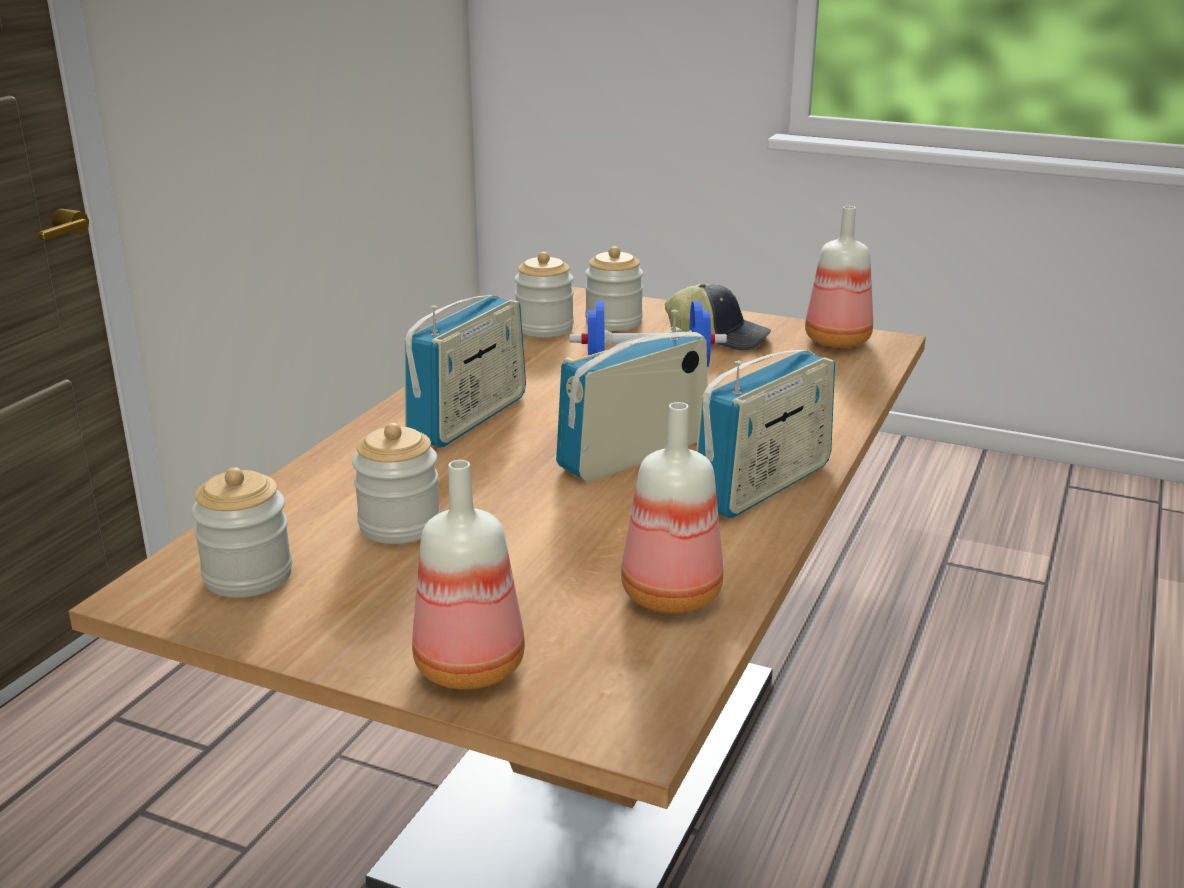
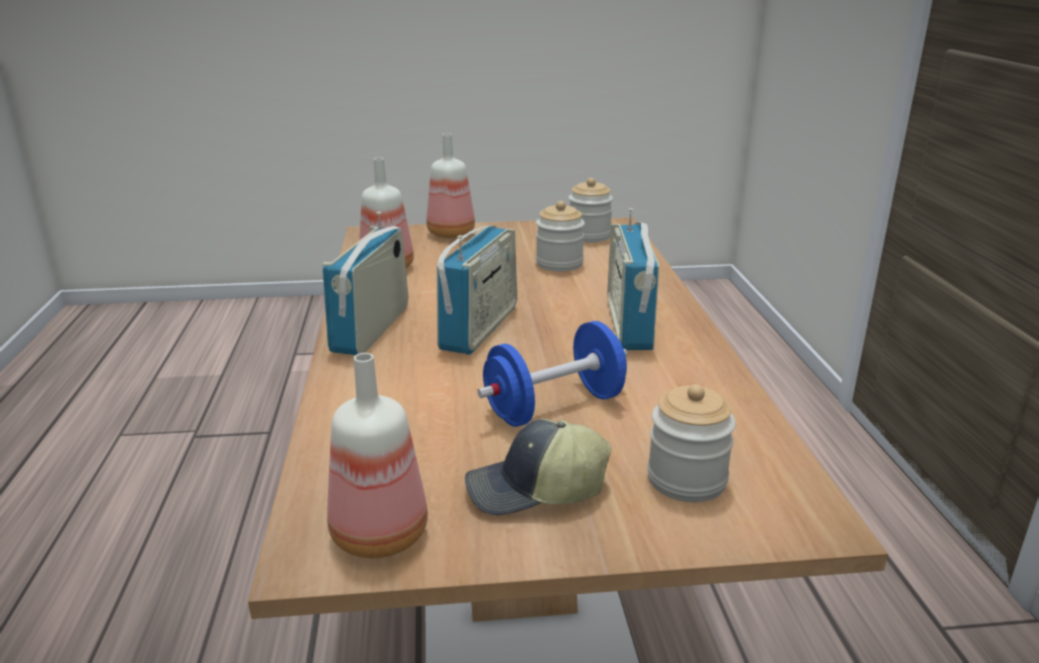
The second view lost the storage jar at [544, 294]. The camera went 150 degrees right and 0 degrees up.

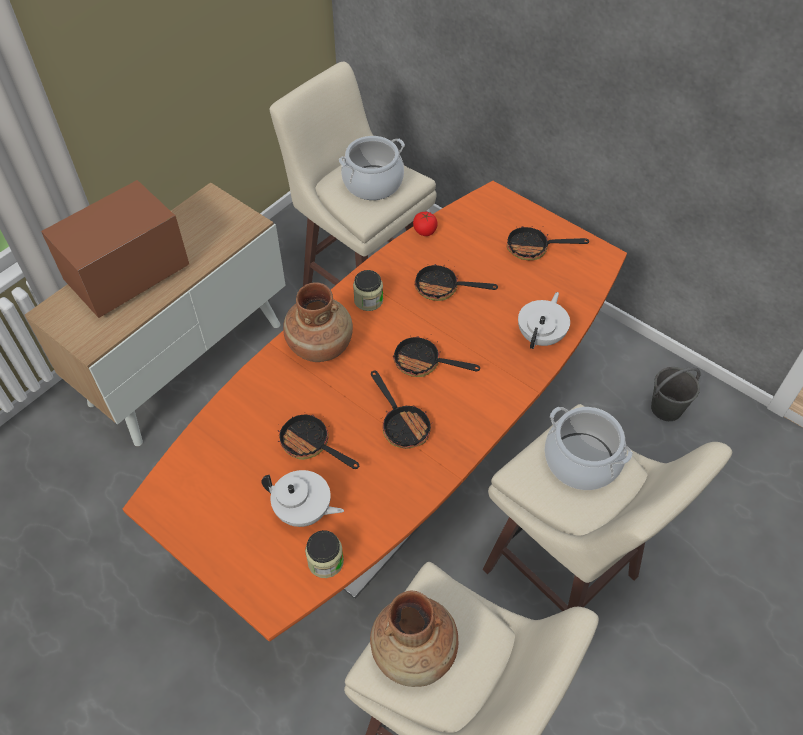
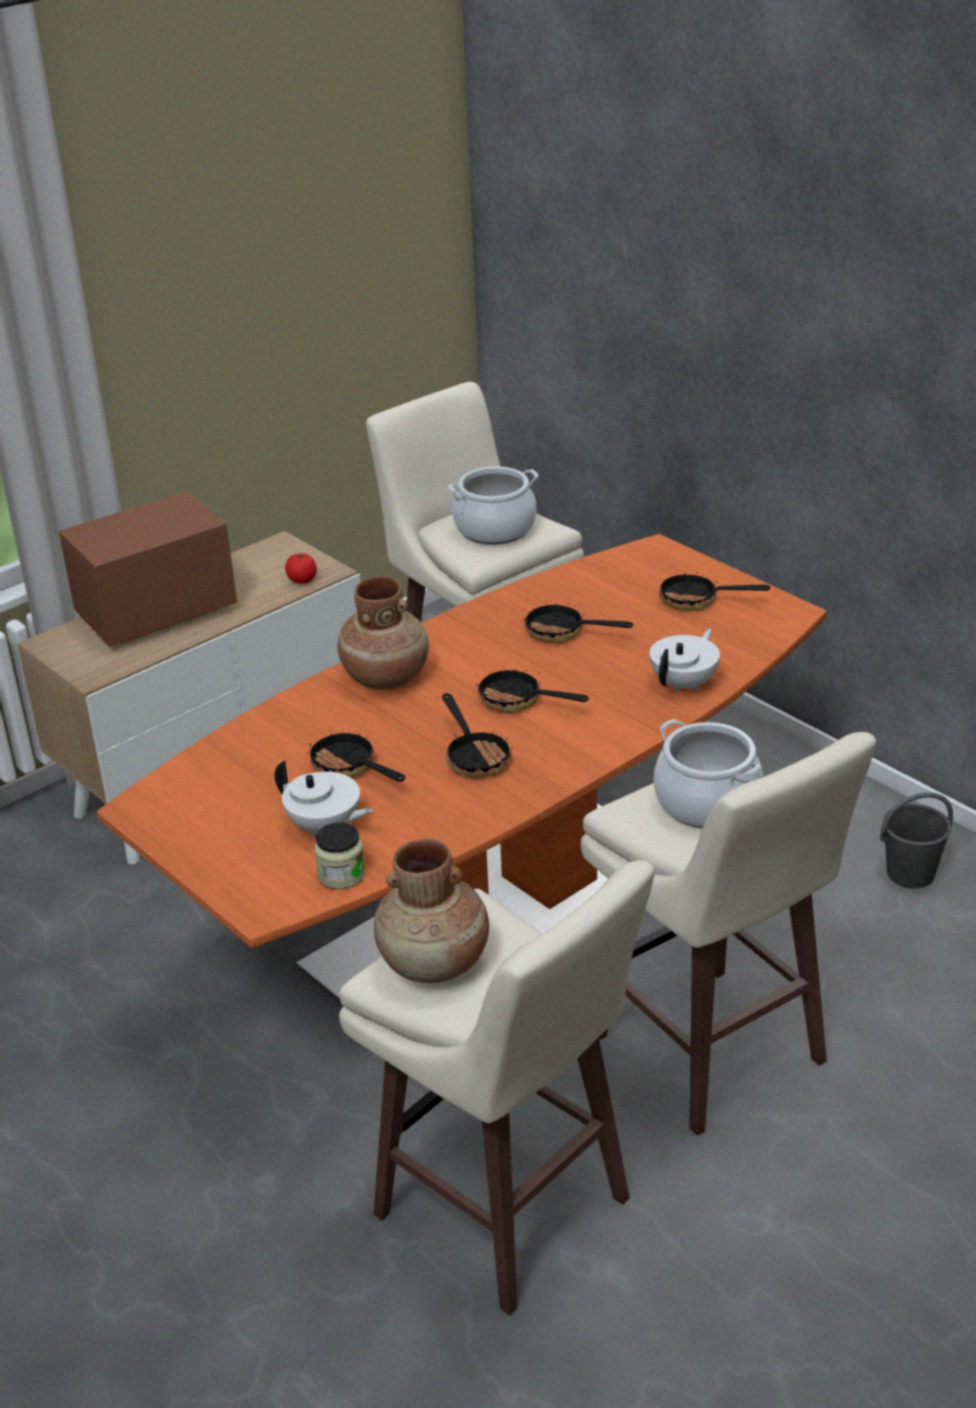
The second view lost the storage jar at [368, 290]. The fresh tomato ended up elsewhere, having gone from [425, 224] to [301, 568]. The camera went 10 degrees right and 20 degrees down.

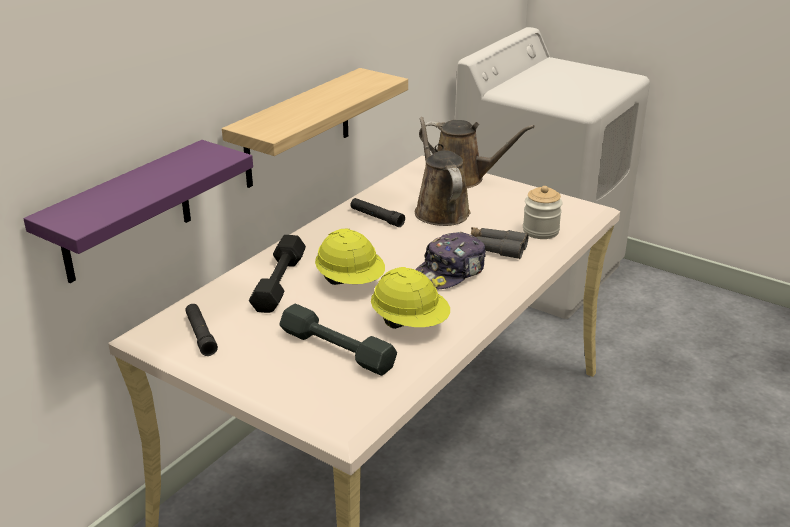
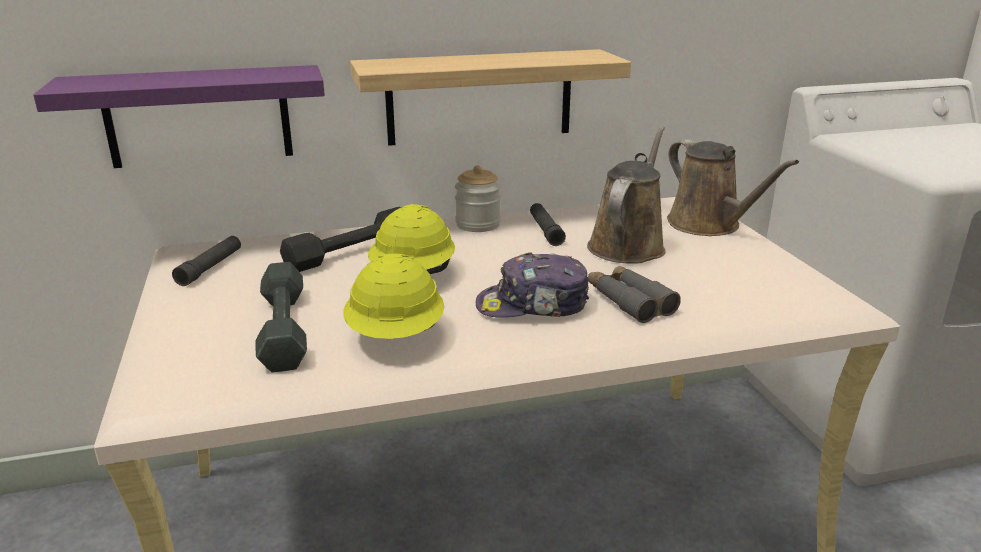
The storage jar ended up elsewhere, having gone from [543, 212] to [478, 198]. The camera went 40 degrees right and 5 degrees down.

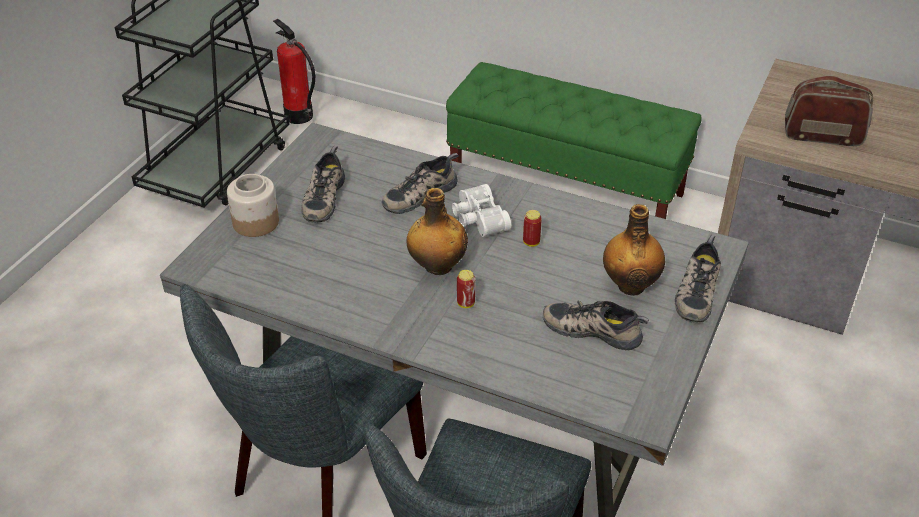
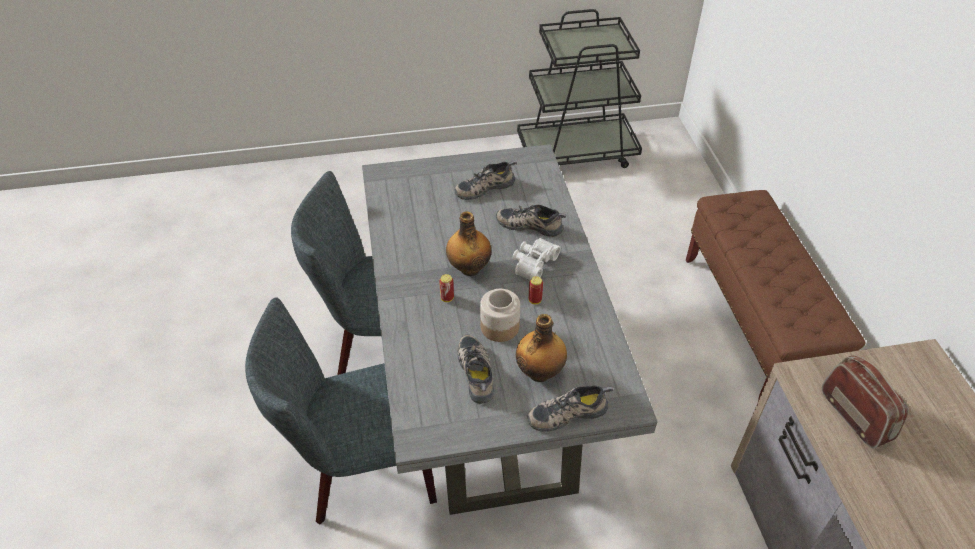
The second view lost the extinguisher at [294, 71]. The storage jar ended up elsewhere, having gone from [253, 205] to [500, 315]. What was the green-coloured long seat at [573, 140] turned into the brown long seat at [776, 295]. The camera went 55 degrees right and 5 degrees up.

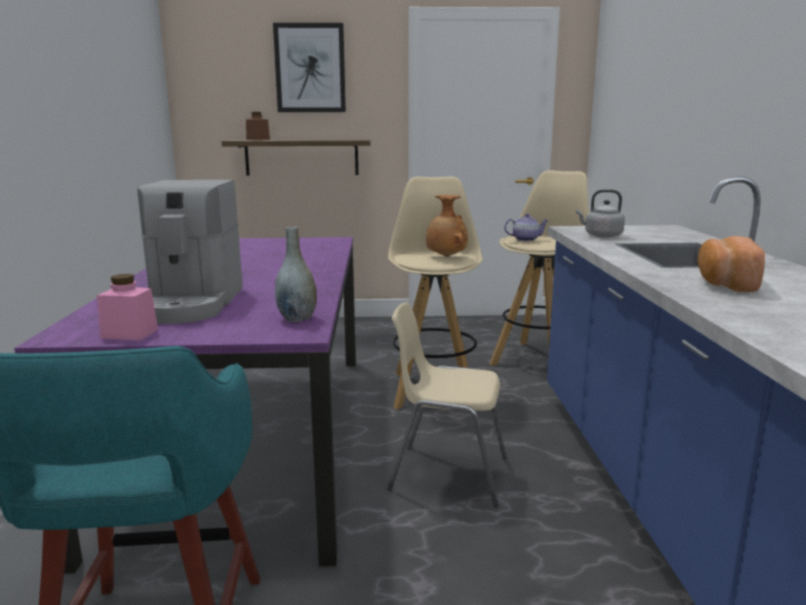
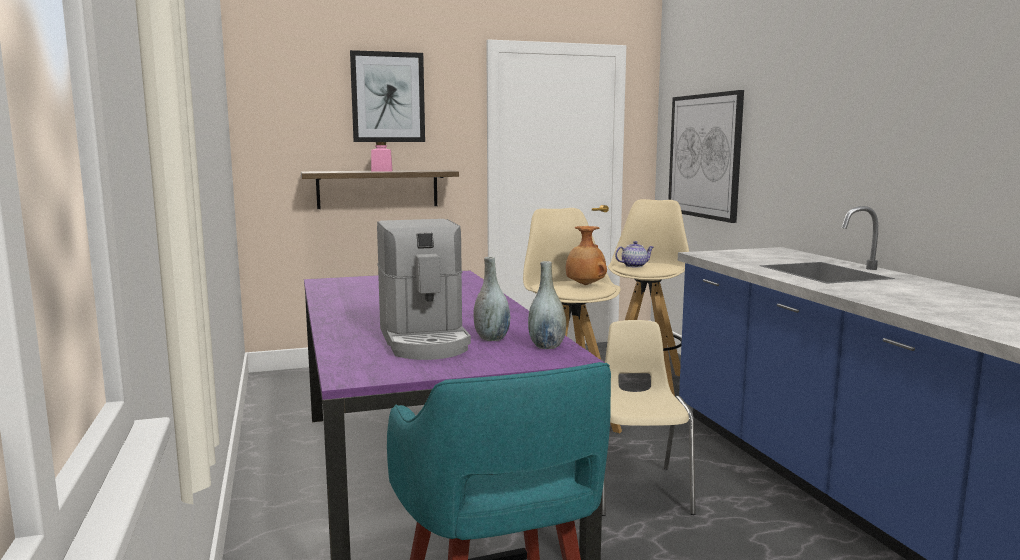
The second view lost the brown storage jar at [258, 126]. The second view lost the greyish water kettle at [600, 213]. The second view lost the bakery bread at [731, 264]. The second view gained the greyish flower vase at [492, 299]. The second view gained the wall art at [706, 156]. The pink storage jar ended up elsewhere, having gone from [127, 307] to [381, 157]. The beige chair at [447, 404] ended up facing another way, 90 degrees clockwise from before. The camera went 15 degrees left and 5 degrees down.

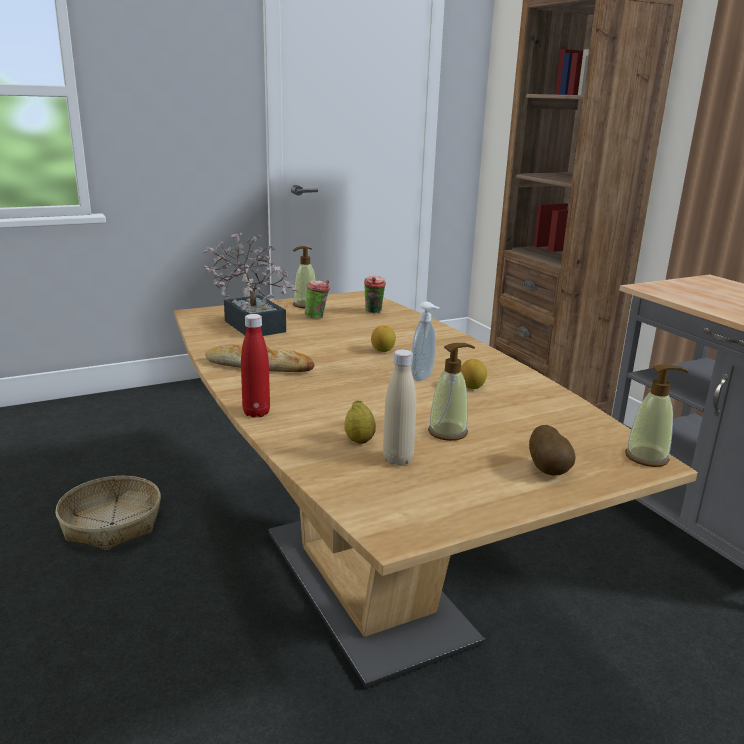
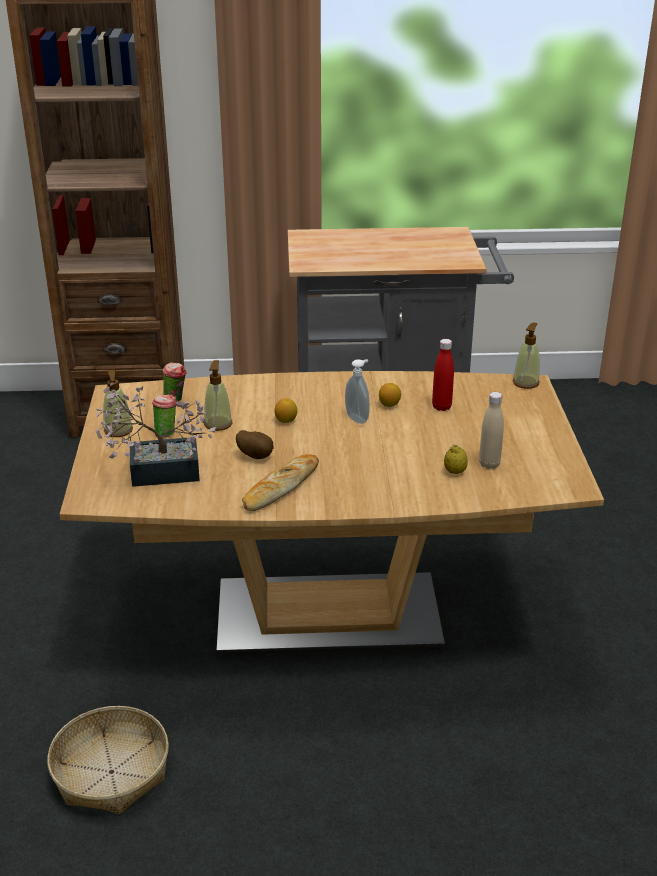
The red-coloured beverage bottle ended up elsewhere, having gone from [255, 366] to [443, 375]. The soap dispenser ended up elsewhere, having gone from [451, 392] to [218, 395]. The whole potato ended up elsewhere, having gone from [552, 450] to [254, 444]. The camera went 65 degrees left and 10 degrees up.

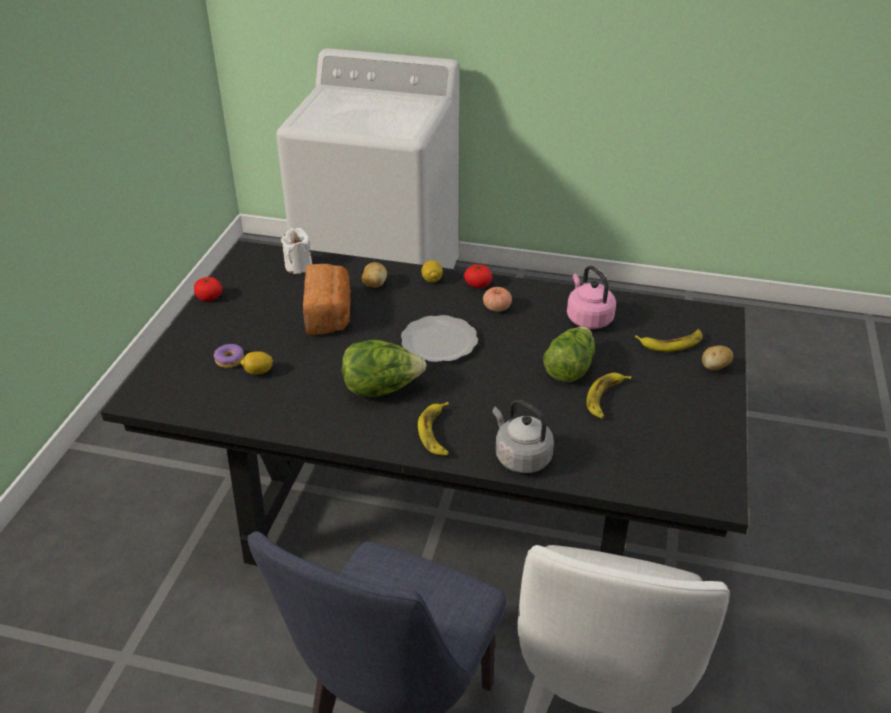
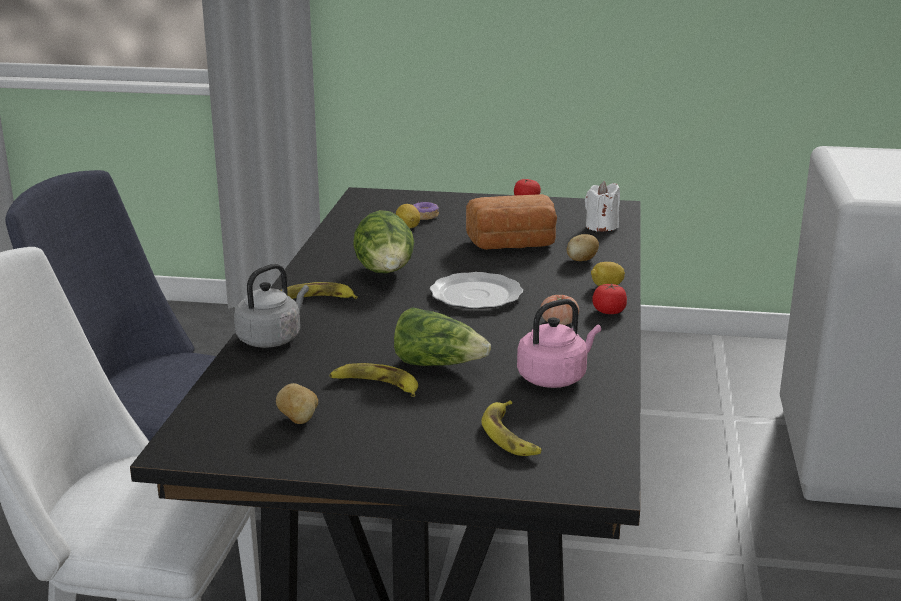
The whole potato ended up elsewhere, having gone from [717, 358] to [297, 403]. The camera went 85 degrees right and 15 degrees down.

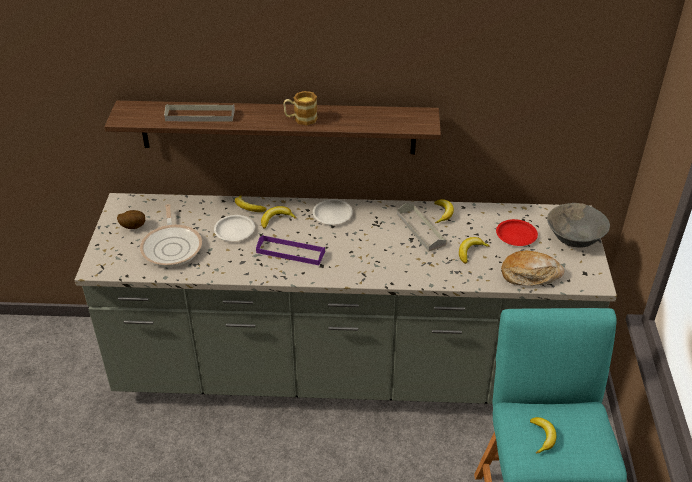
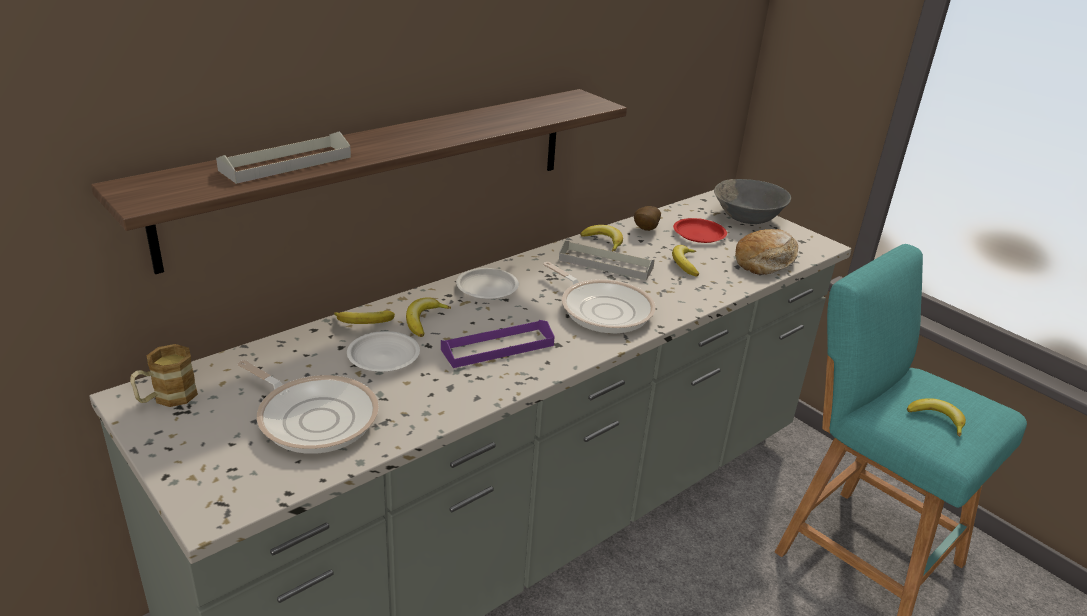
The second view gained the frying pan at [599, 297]. The whole potato ended up elsewhere, having gone from [131, 219] to [647, 218]. The mug ended up elsewhere, having gone from [300, 108] to [164, 375]. The camera went 45 degrees left and 10 degrees down.

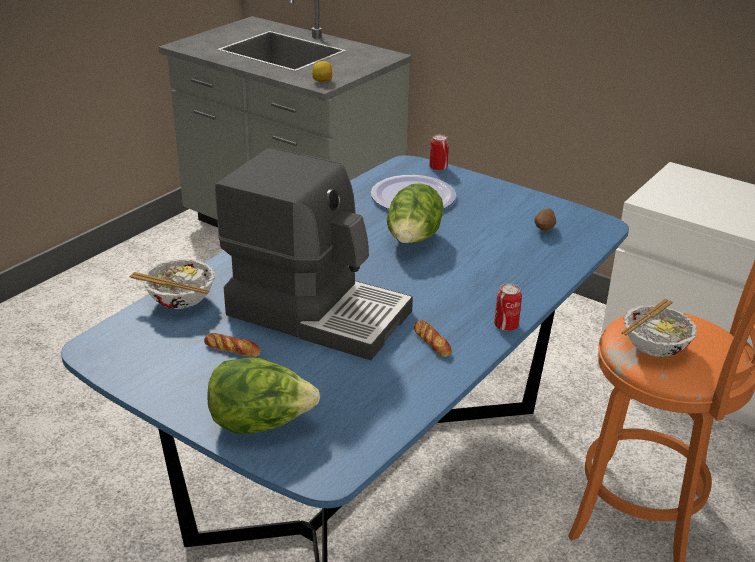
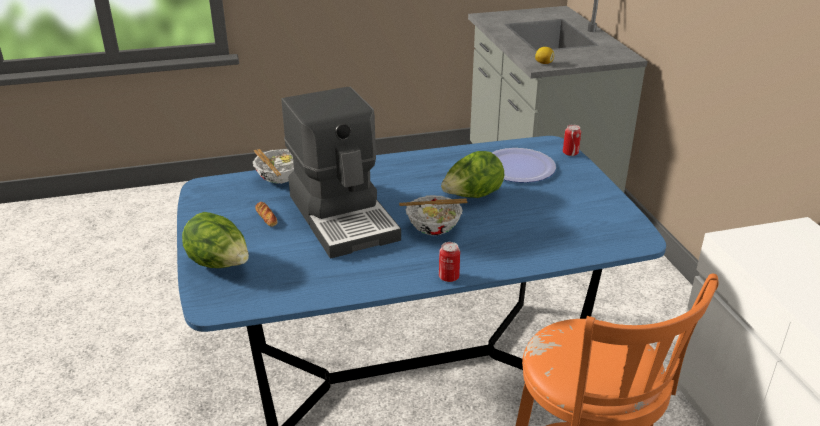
The second view lost the bakery bread at [433, 338]. The second view lost the whole potato at [545, 220]. The deep dish ended up elsewhere, having gone from [659, 328] to [433, 215]. The camera went 40 degrees right and 0 degrees up.

